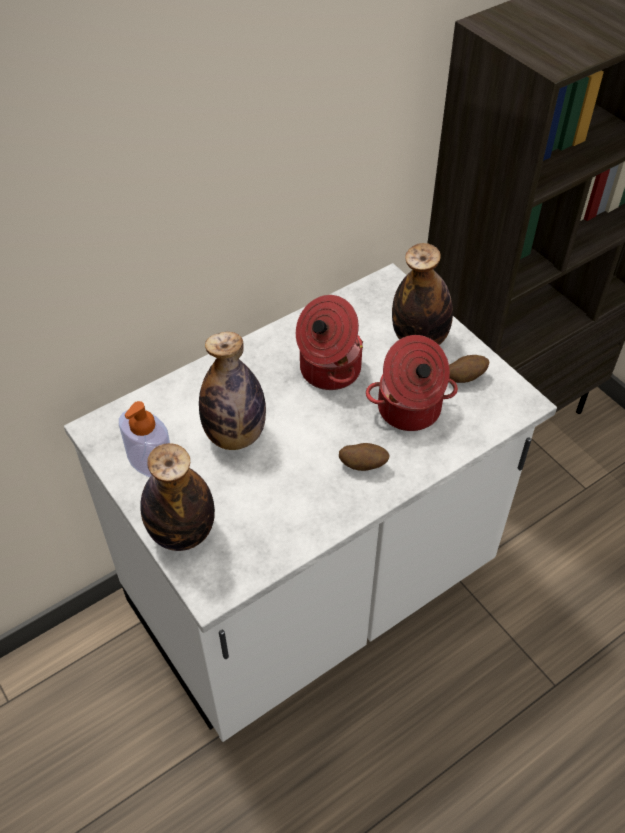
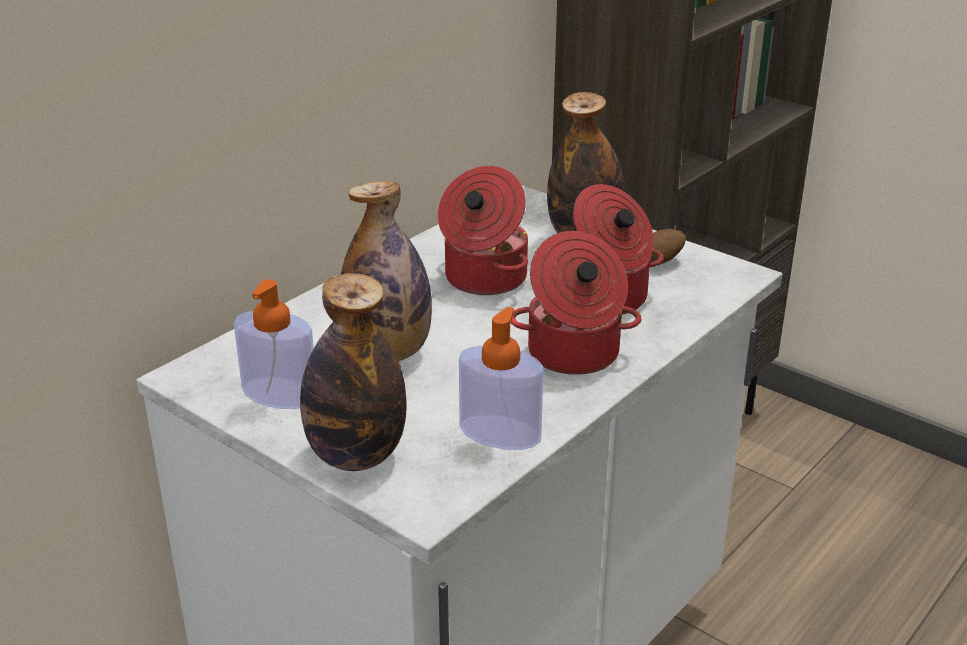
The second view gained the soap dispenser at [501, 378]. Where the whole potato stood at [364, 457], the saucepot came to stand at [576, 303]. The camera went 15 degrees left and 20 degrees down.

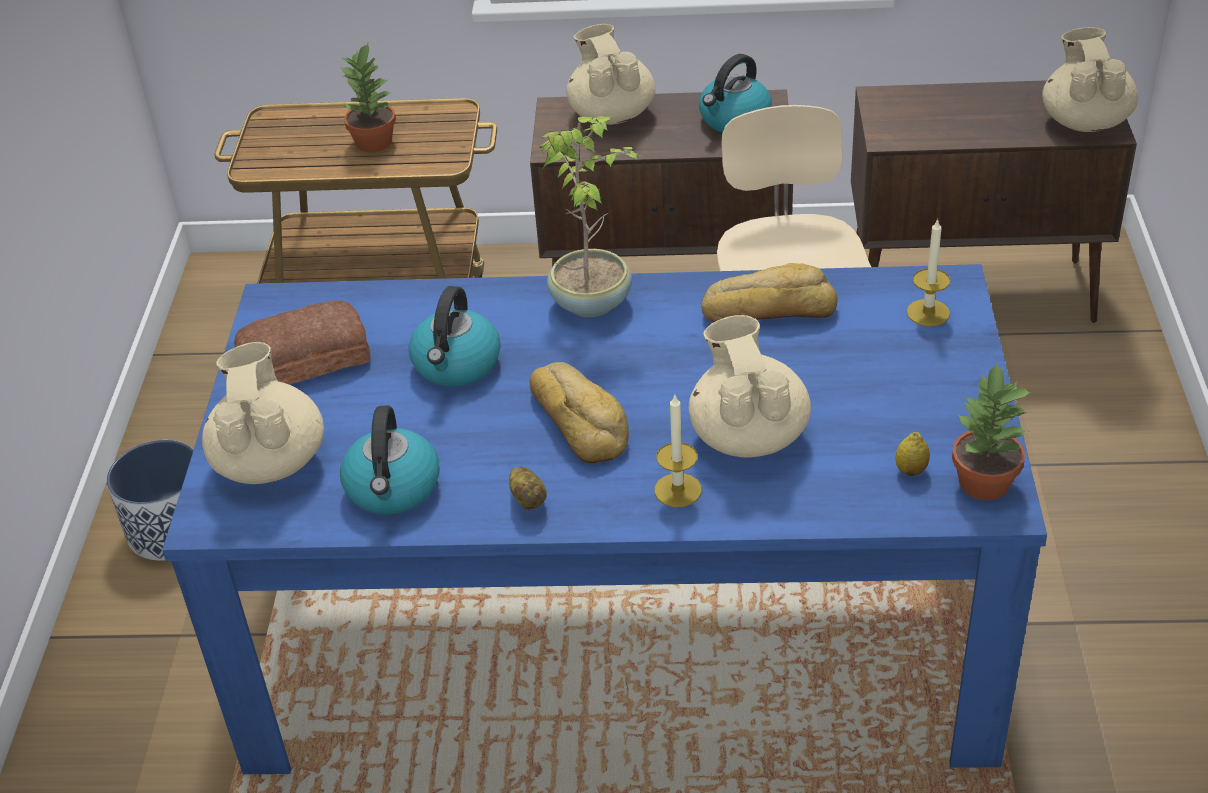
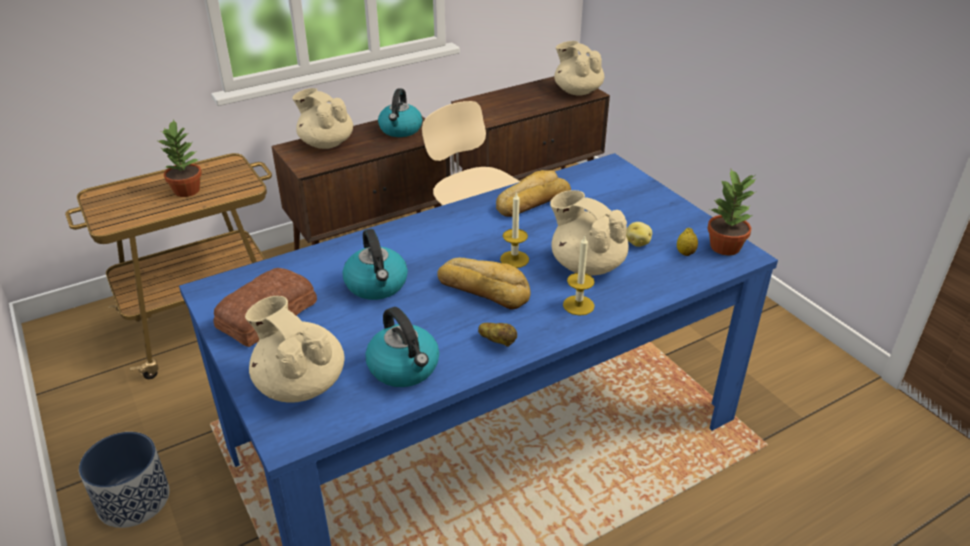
The second view lost the plant in a pot at [589, 216]. The second view gained the whole potato at [639, 234]. The wax light ended up elsewhere, having gone from [928, 272] to [514, 229]. The camera went 35 degrees left and 5 degrees down.

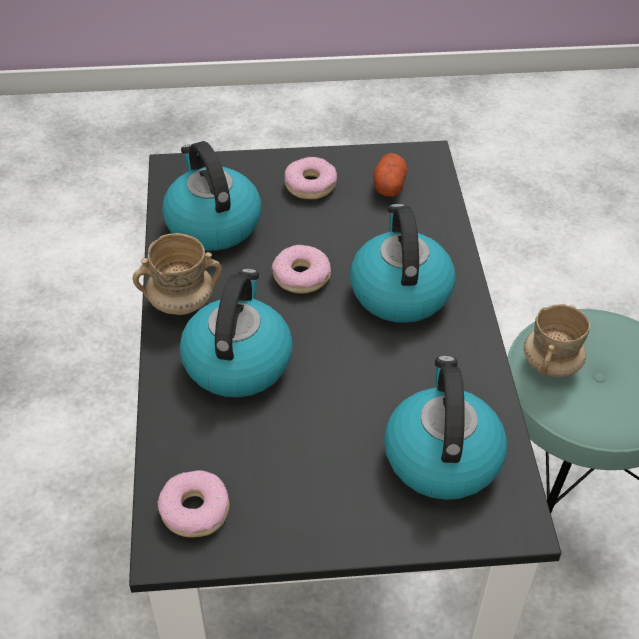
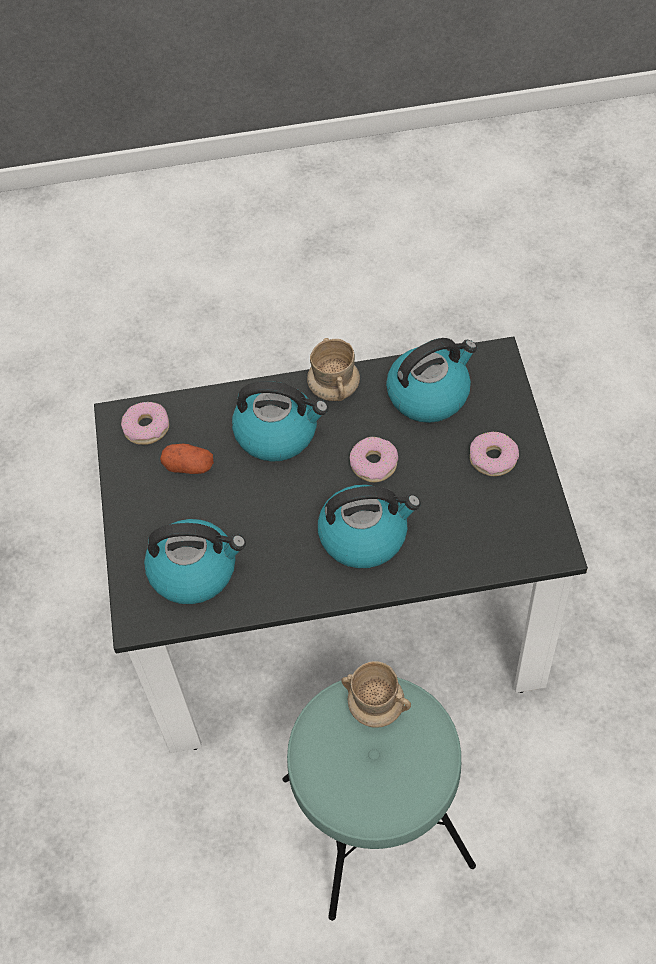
The whole potato ended up elsewhere, having gone from [390, 175] to [187, 459]. The camera went 90 degrees right and 10 degrees up.

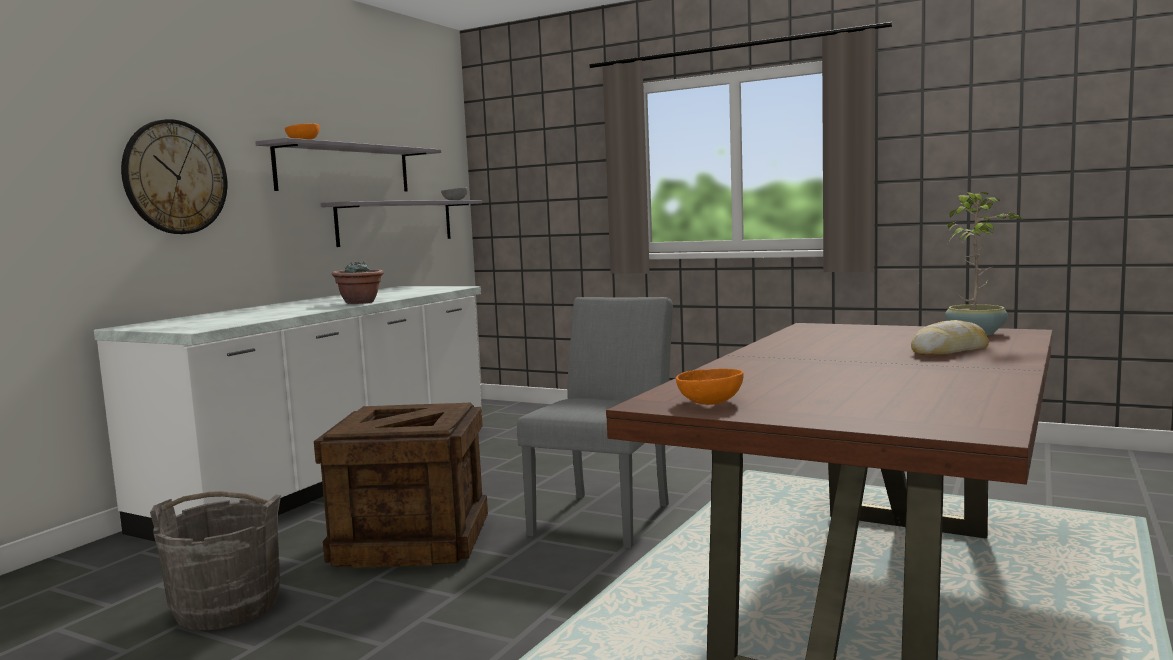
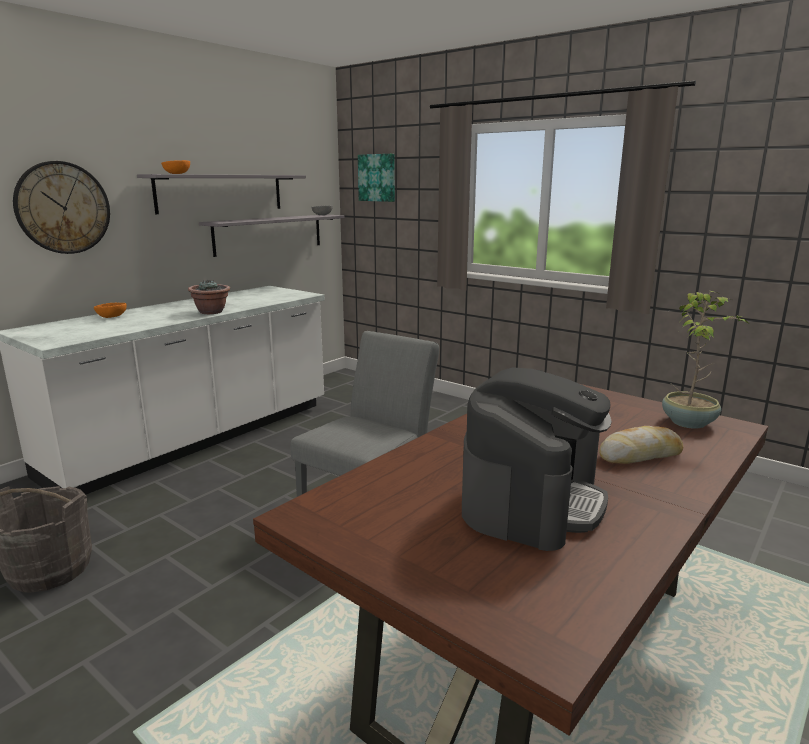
The second view lost the shipping crate at [401, 485]. The second view gained the wall art at [376, 178]. The second view gained the coffee maker at [537, 459]. The orange deep dish ended up elsewhere, having gone from [710, 386] to [110, 310]. The camera went 10 degrees right and 10 degrees up.

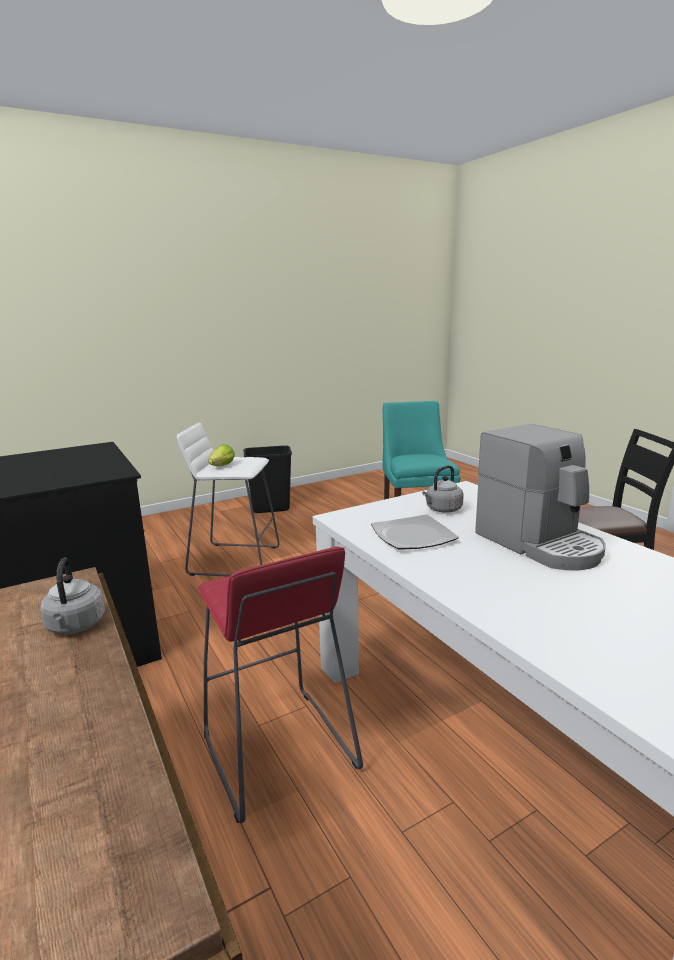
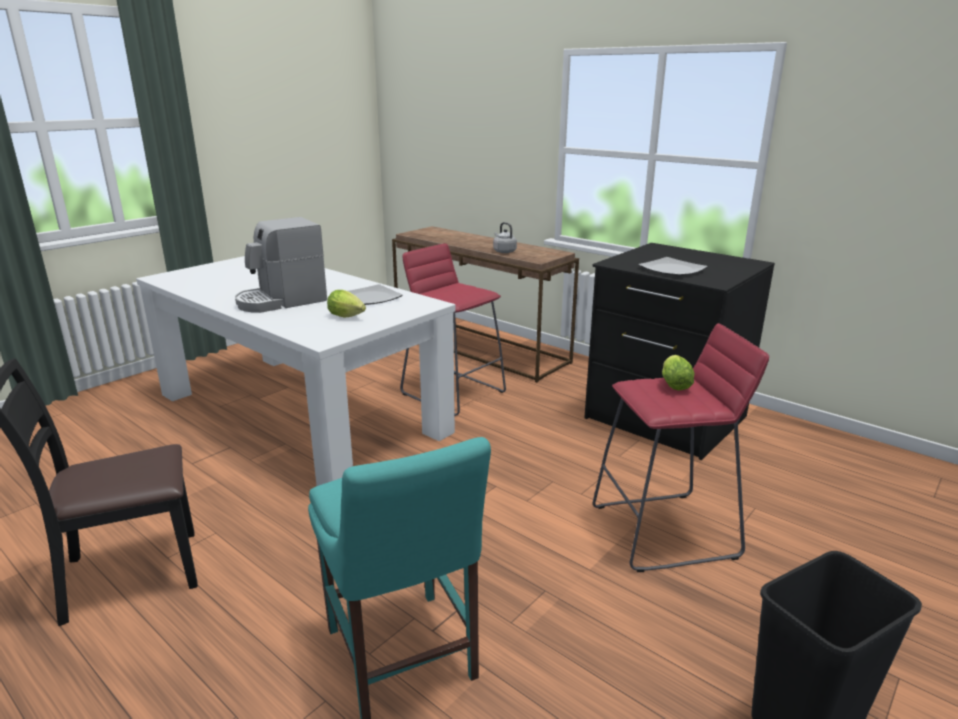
The second view gained the flat dish at [673, 266]. Where the greyish water kettle stood at [443, 489], the lettuce head came to stand at [346, 304]. What was the whitish sitting stool at [228, 500] turned into the red-coloured sitting stool at [681, 447]. The coffee maker at [540, 497] ended up facing another way, 75 degrees counterclockwise from before. The camera went 160 degrees right and 5 degrees up.

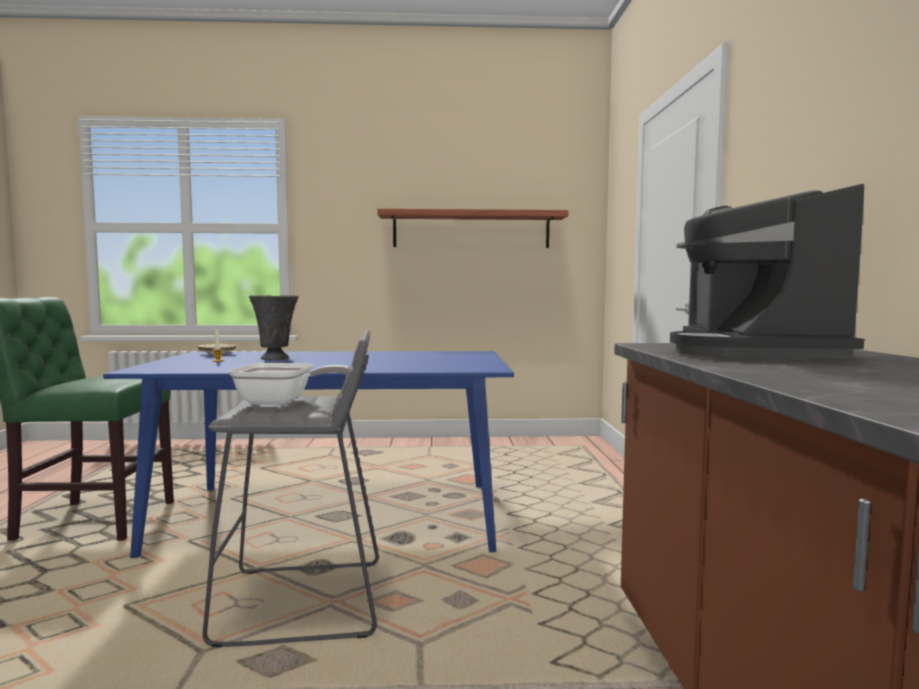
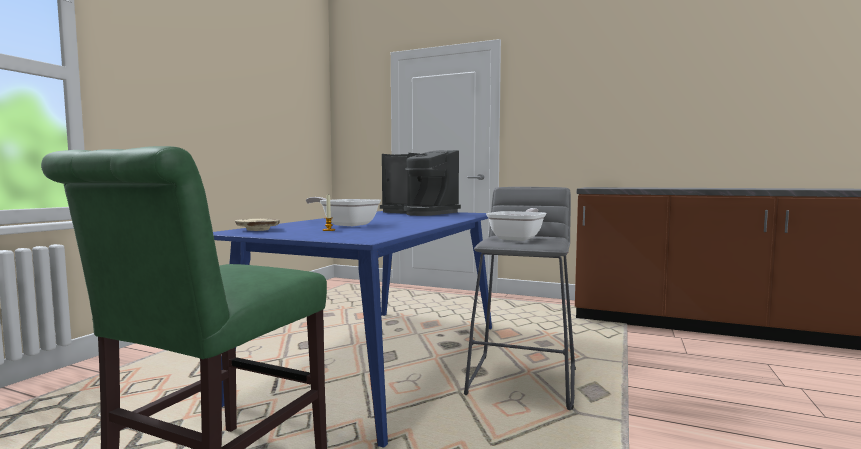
The second view lost the wall shelf at [472, 228]. The coffee maker ended up elsewhere, having gone from [767, 271] to [420, 183]. Where the greyish flower vase stood at [274, 327], the frying pan came to stand at [343, 211]. The camera went 65 degrees left and 0 degrees up.

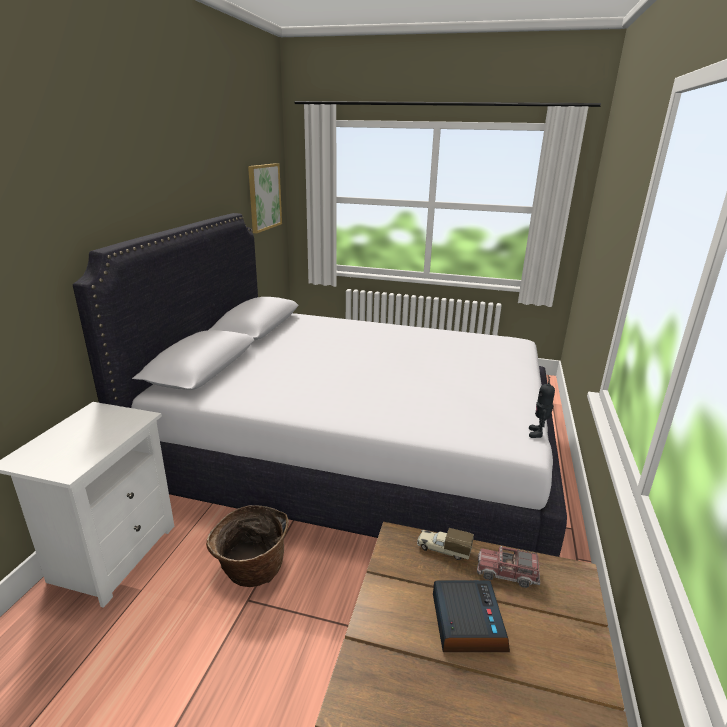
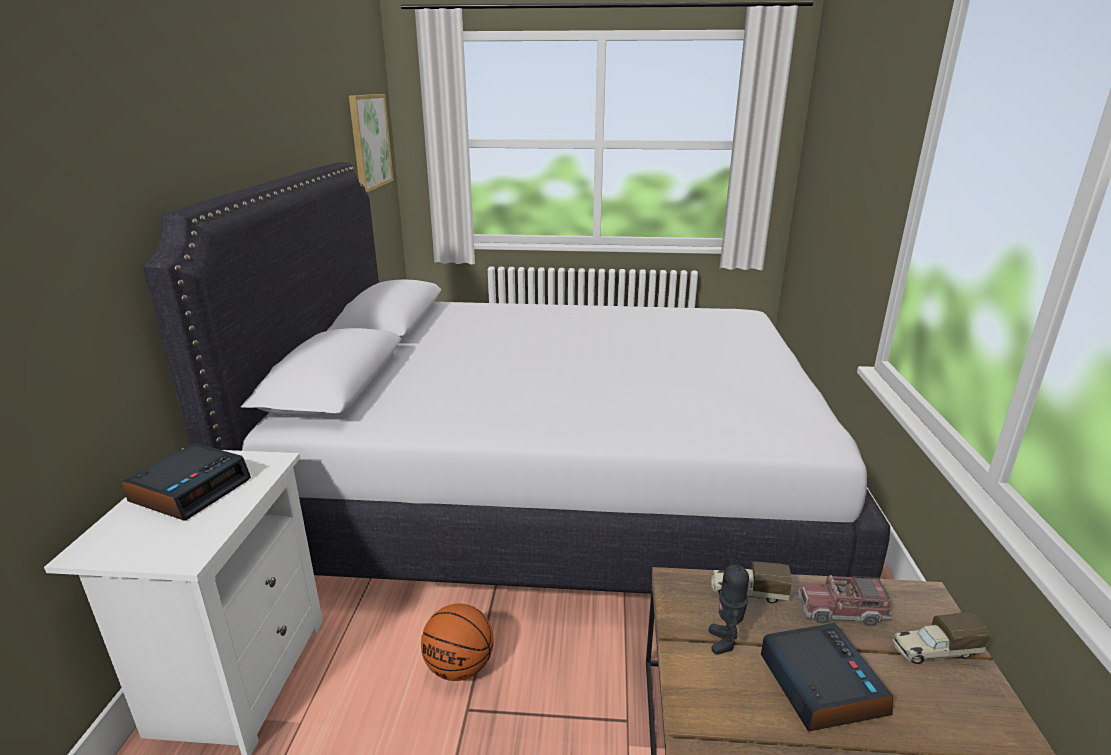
The second view gained the bedside clock at [186, 482]. The second view gained the toy truck at [941, 638]. The robot figure ended up elsewhere, having gone from [542, 407] to [729, 605]. Where the storage basket stood at [247, 546], the basketball came to stand at [457, 642]. The camera went 10 degrees left and 0 degrees up.

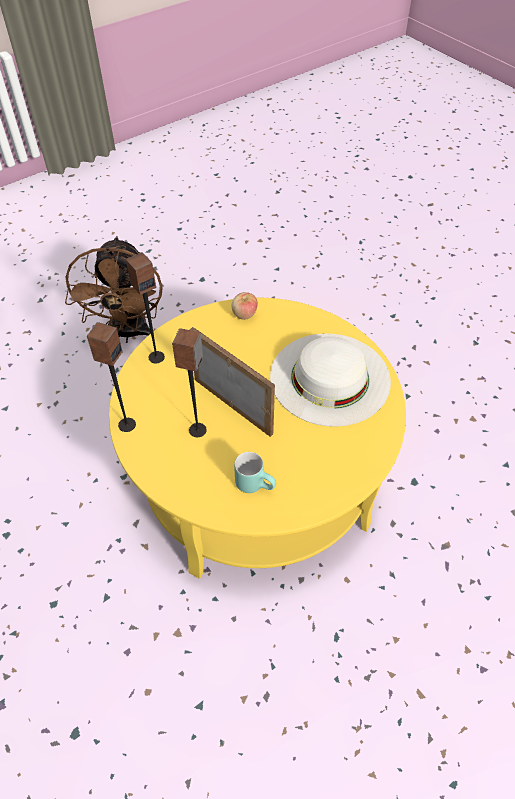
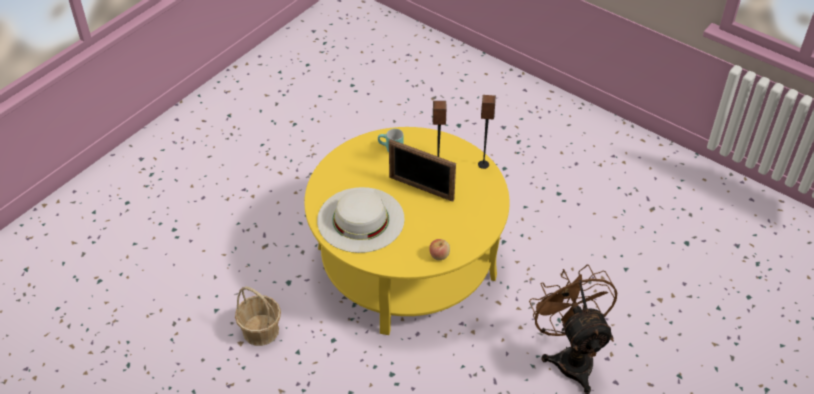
The second view lost the loudspeaker at [145, 307]. The second view gained the storage basket at [258, 316]. The camera went 165 degrees right and 5 degrees down.

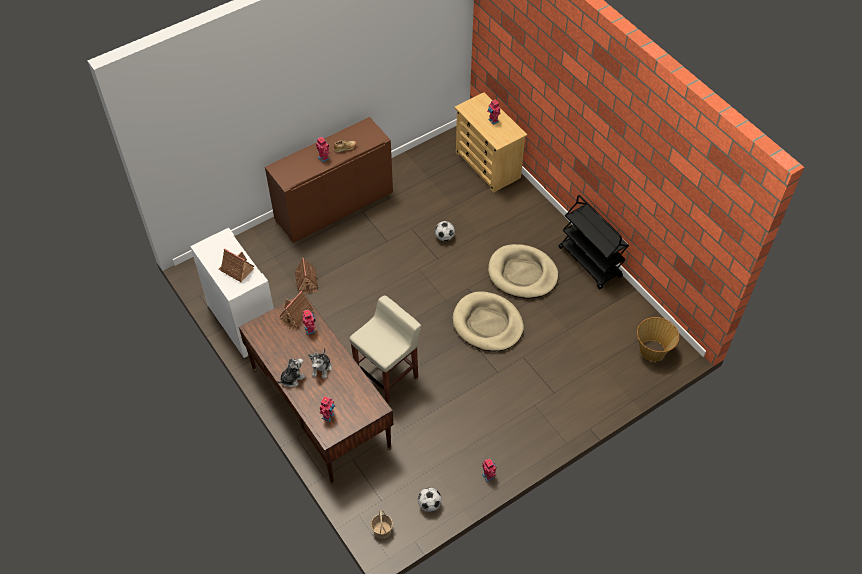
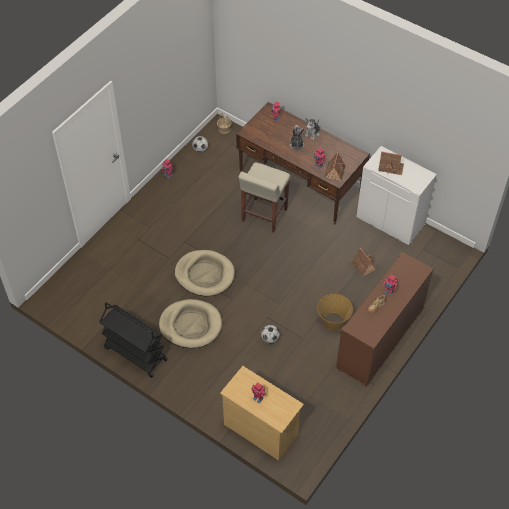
The storage basket ended up elsewhere, having gone from [658, 339] to [335, 312]. The camera went 160 degrees right and 0 degrees up.

